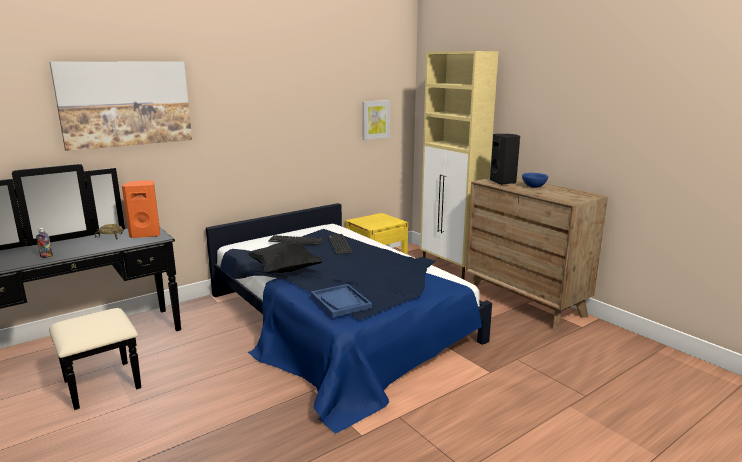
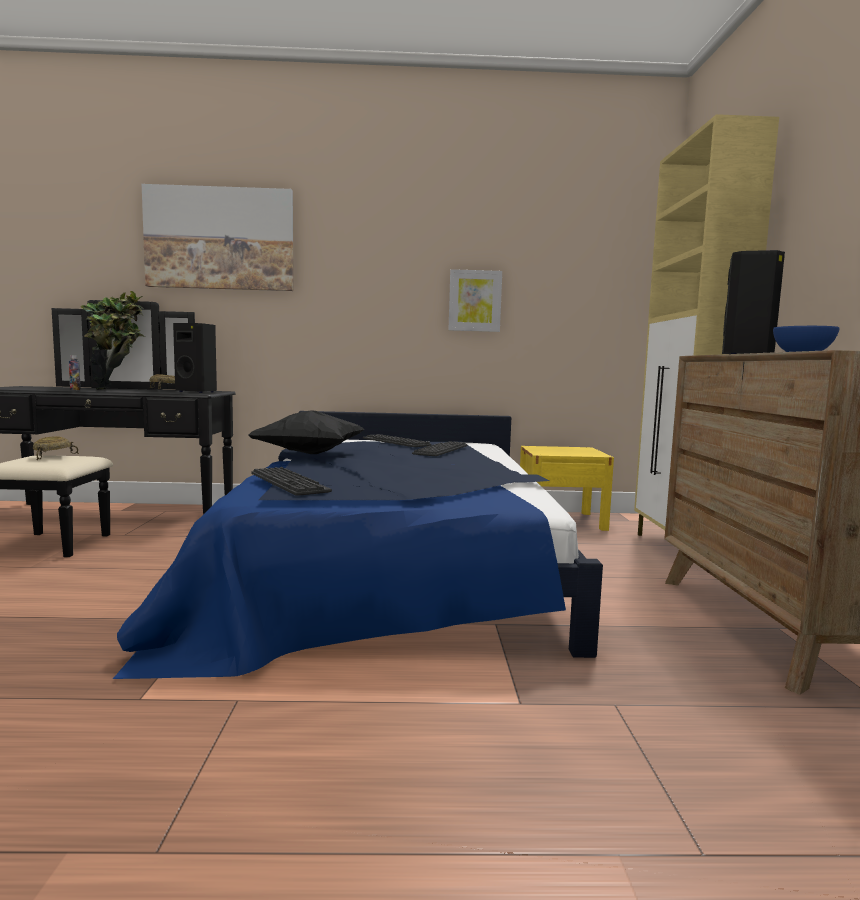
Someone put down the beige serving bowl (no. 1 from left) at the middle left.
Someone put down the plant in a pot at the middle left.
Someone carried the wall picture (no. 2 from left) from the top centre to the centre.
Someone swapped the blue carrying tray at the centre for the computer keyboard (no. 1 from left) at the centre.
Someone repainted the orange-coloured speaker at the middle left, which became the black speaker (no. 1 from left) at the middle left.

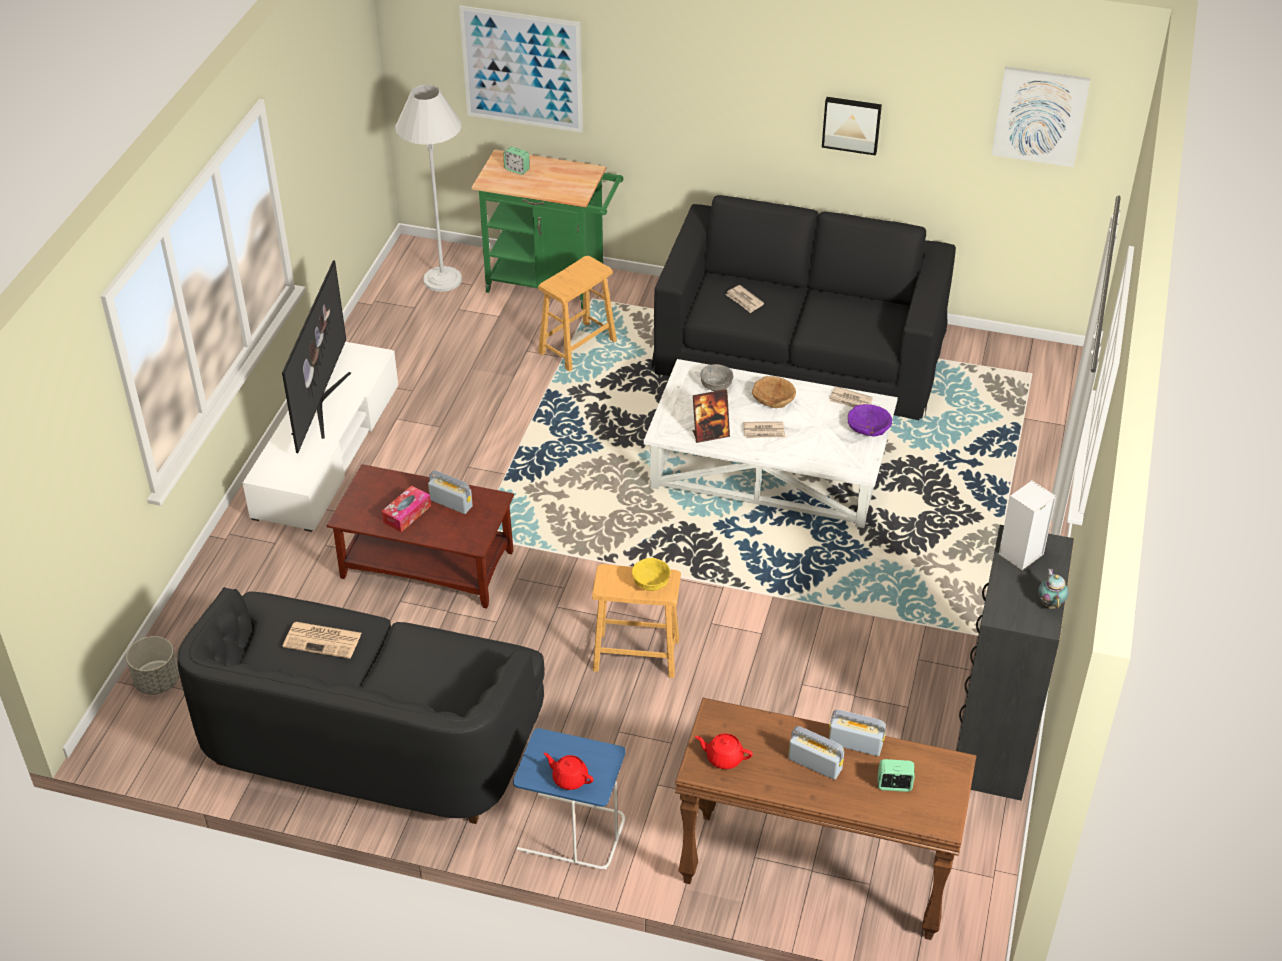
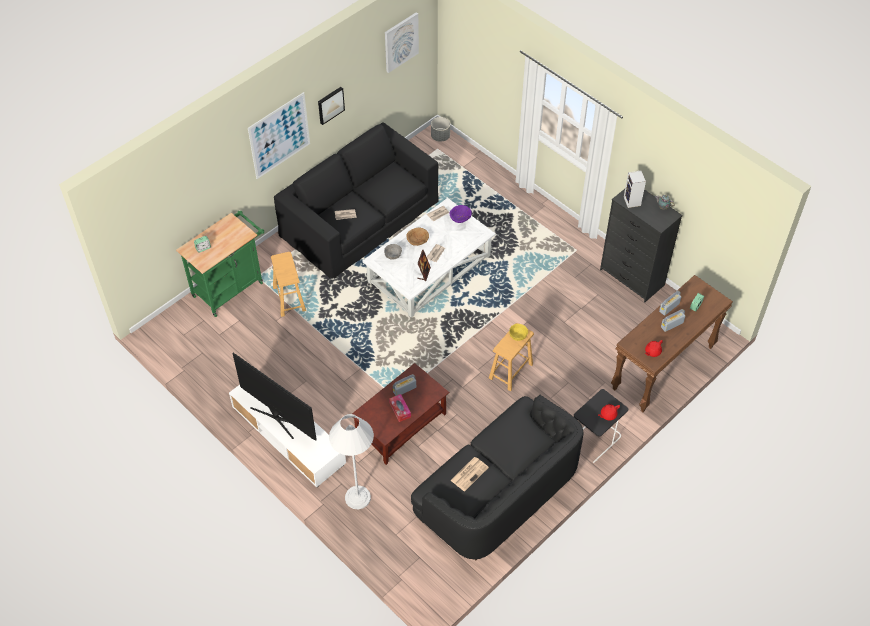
Someone carried the grey plant pot from the bottom left to the top centre.
Someone carried the white floor lamp from the top centre to the bottom centre.
Someone carried the wall picture (no. 1 from left) from the top centre to the top left.
Someone repainted the blue side table at the bottom centre, which became the black side table at the bottom right.

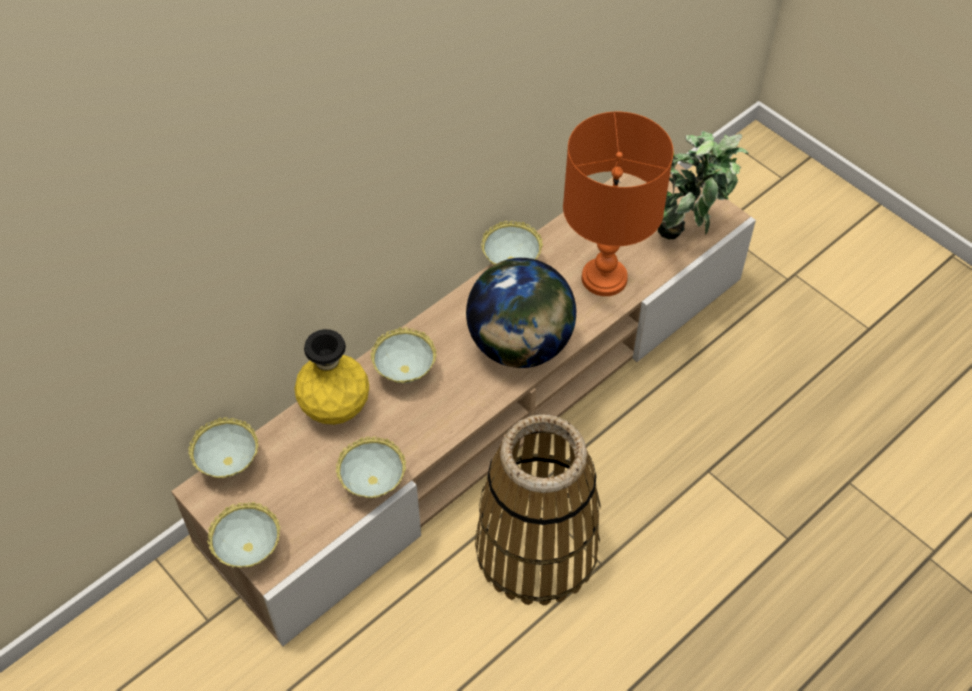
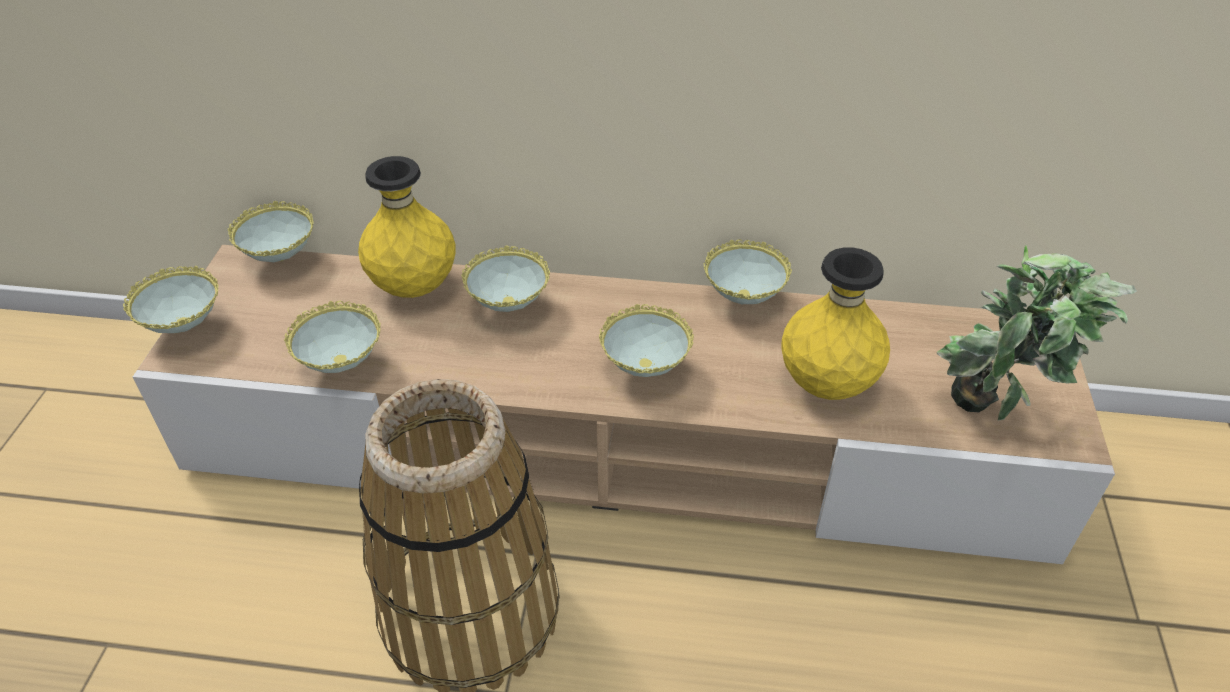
Someone swapped the world globe at the centre for the serving bowl (no. 5 from left) at the centre.
Someone swapped the orange-coloured tabletop lamp at the top centre for the yellowish flower vase (no. 2 from left) at the middle right.

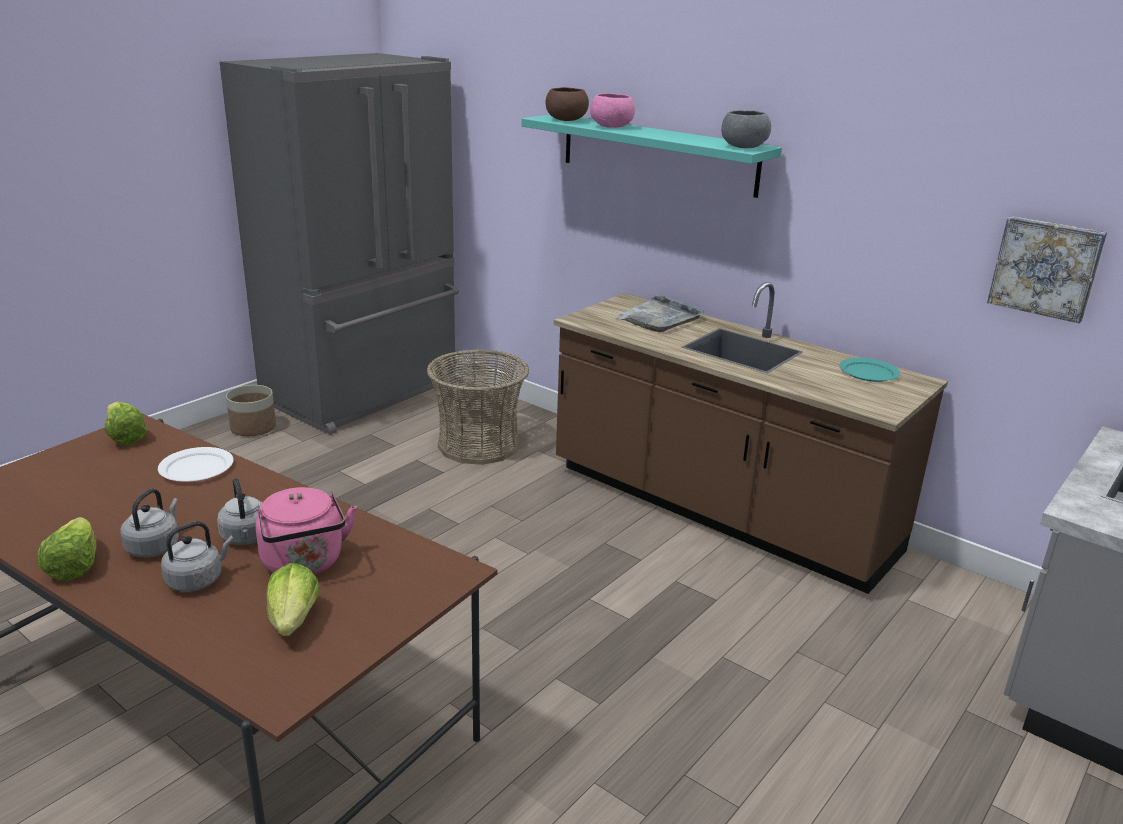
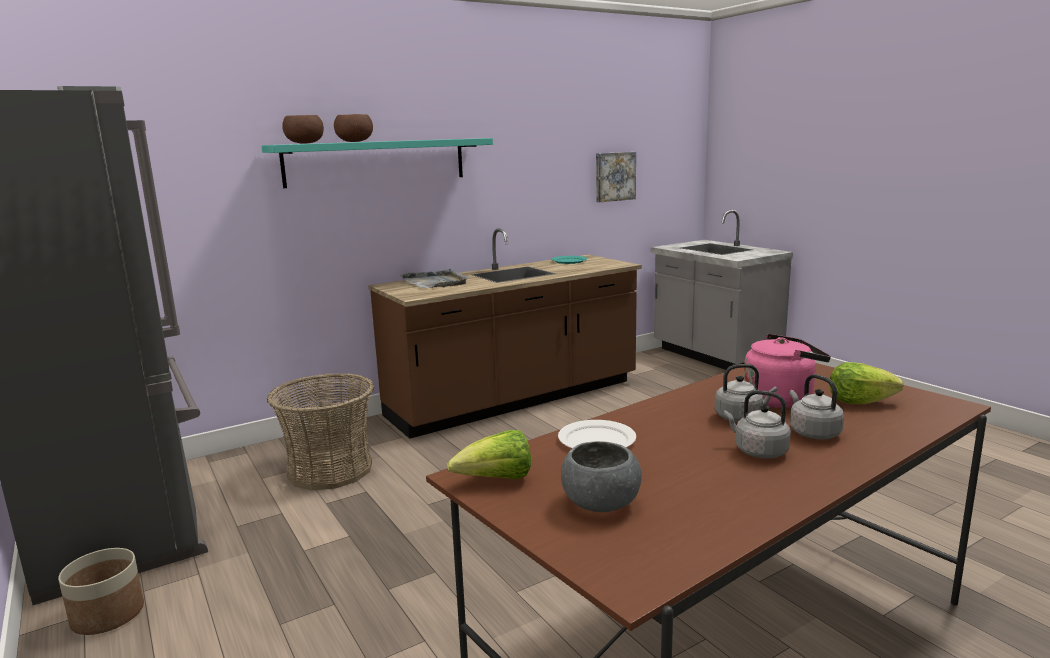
Someone took away the lettuce head (no. 1 from left) at the middle left.
Someone carried the grey serving bowl from the top centre to the bottom centre.
Someone repainted the pink-coloured serving bowl at the top centre, which became the brownish serving bowl (no. 2 from left) at the top centre.

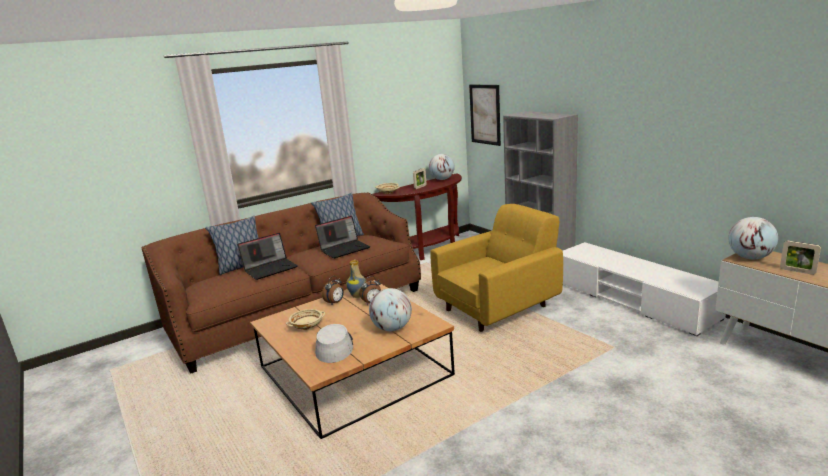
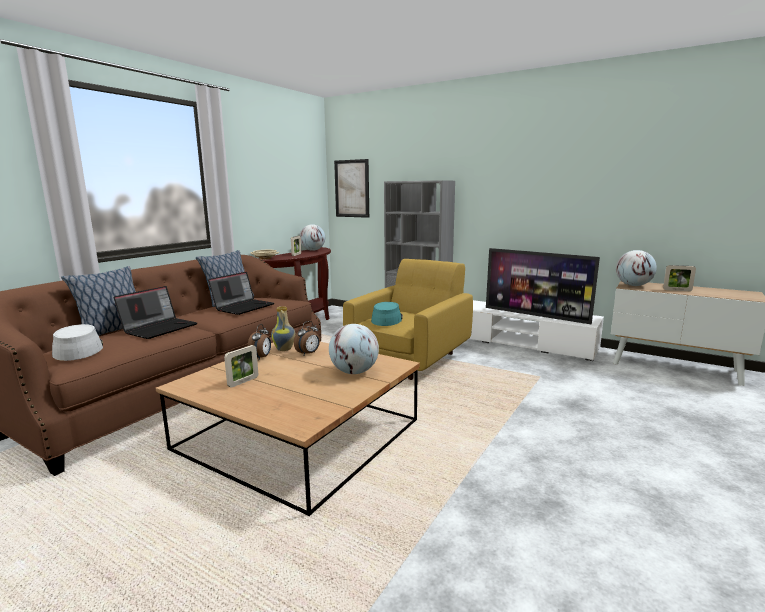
Someone put down the turquoise-coloured hat at the centre.
Someone put down the TV at the middle right.
Someone carried the grey hat from the bottom centre to the middle left.
Someone swapped the beige serving bowl (no. 1 from left) at the bottom centre for the picture frame (no. 1 from left) at the middle left.

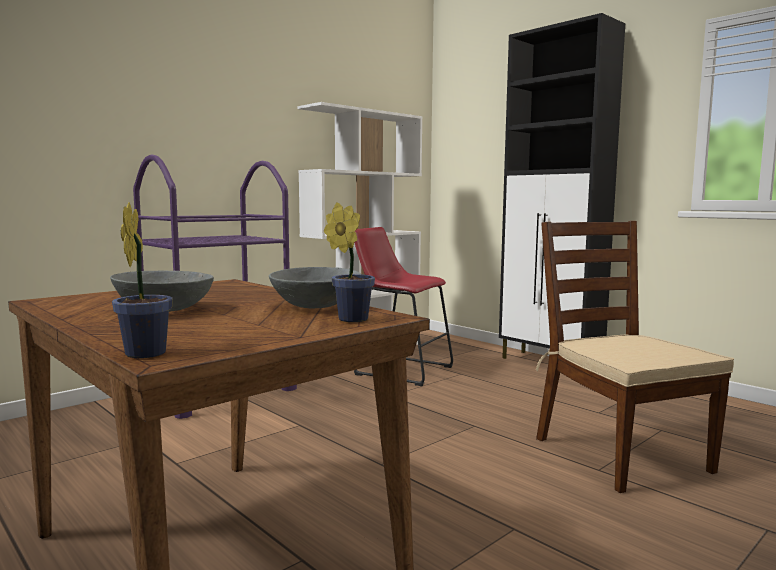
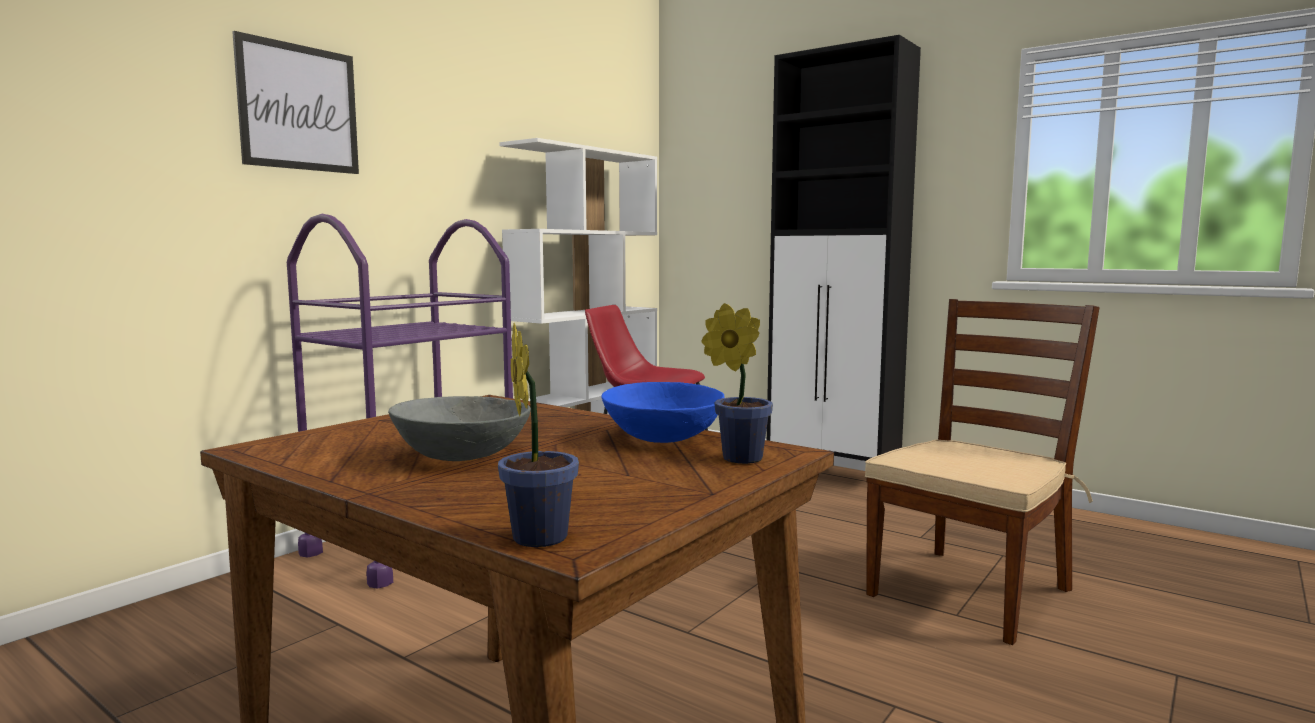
Someone put up the wall picture at the top left.
Someone repainted the grey serving bowl (no. 2 from left) at the centre, which became the blue serving bowl at the centre.
Someone rotated the brownish upright chair at the middle right by 75 degrees clockwise.

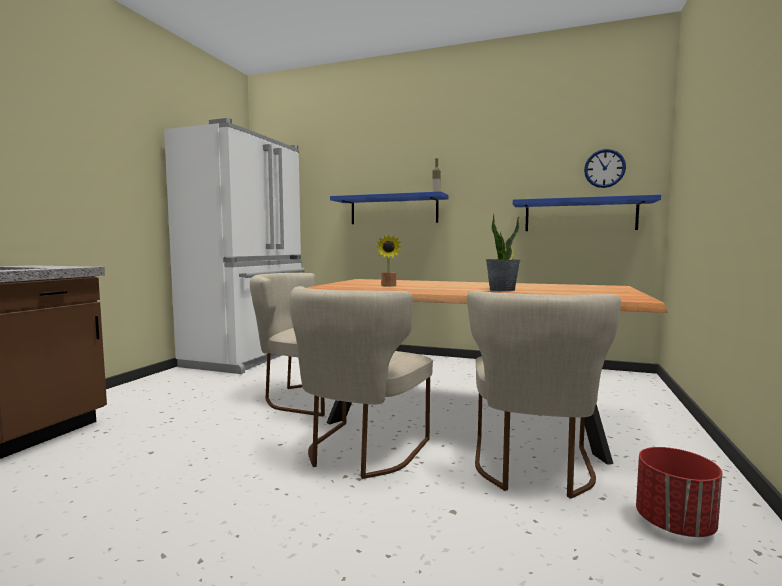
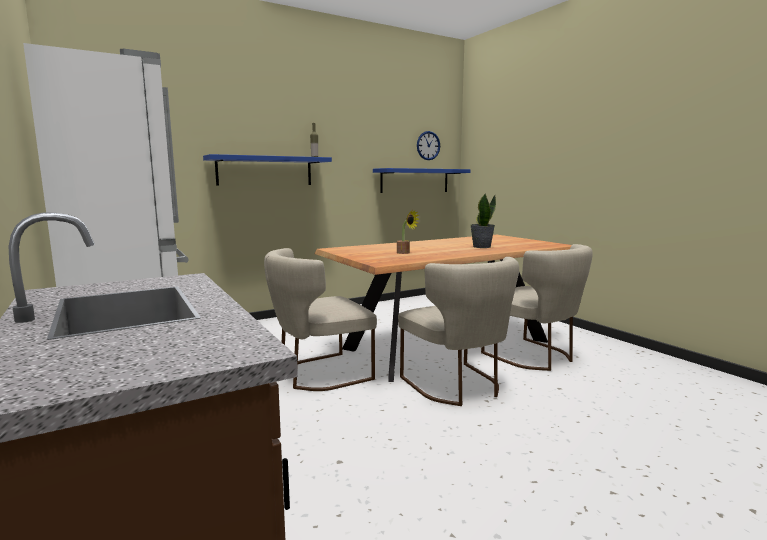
Someone took away the red-coloured plant pot at the bottom right.

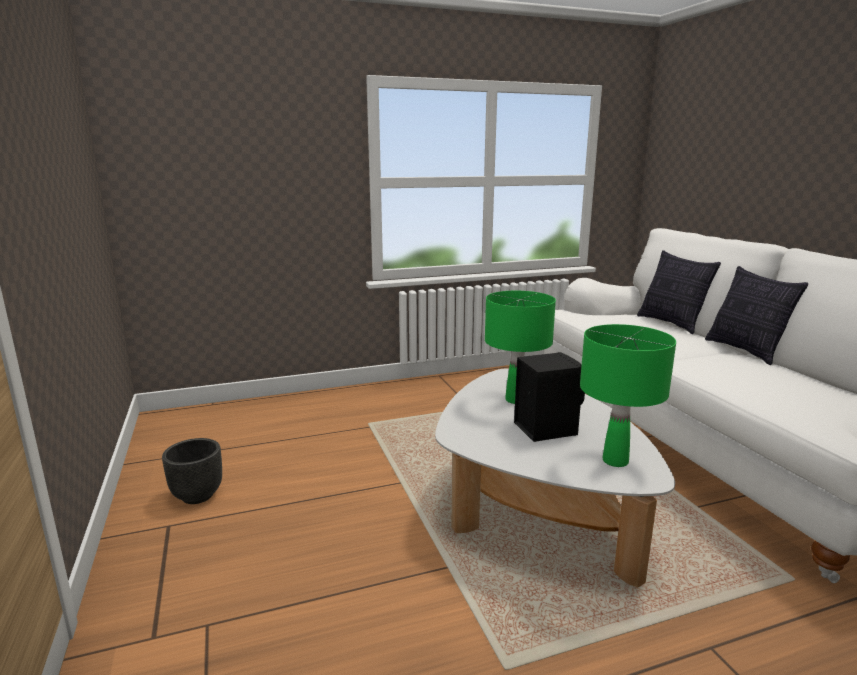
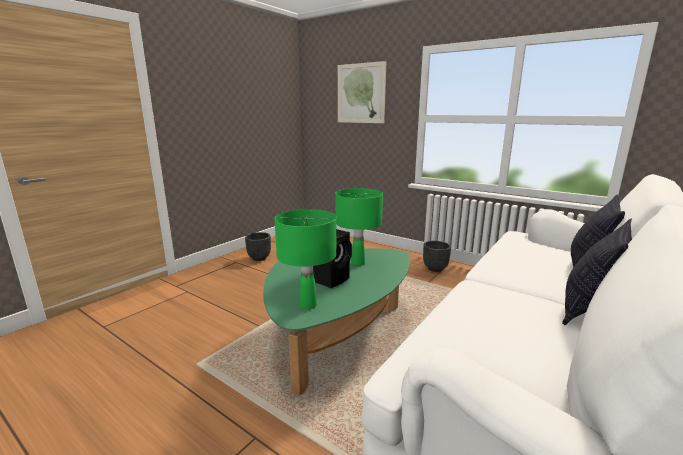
Someone put up the wall picture at the top centre.
Someone put down the black plant pot (no. 2 from left) at the centre.
Someone repainted the white lounge table at the bottom centre, which became the green-coloured lounge table at the bottom centre.

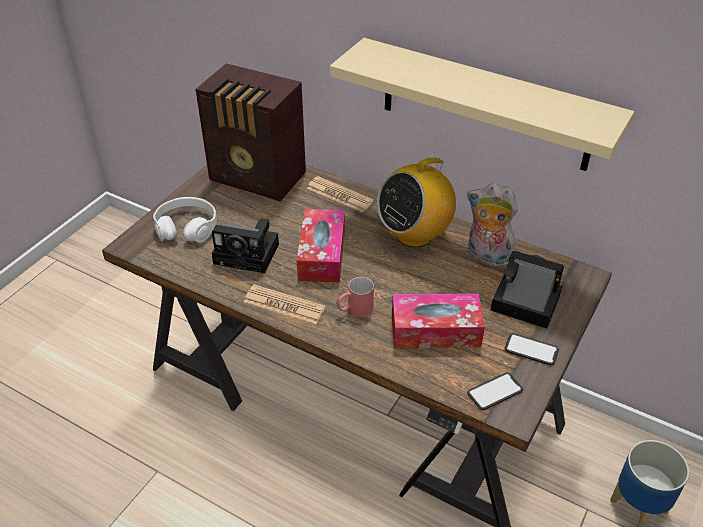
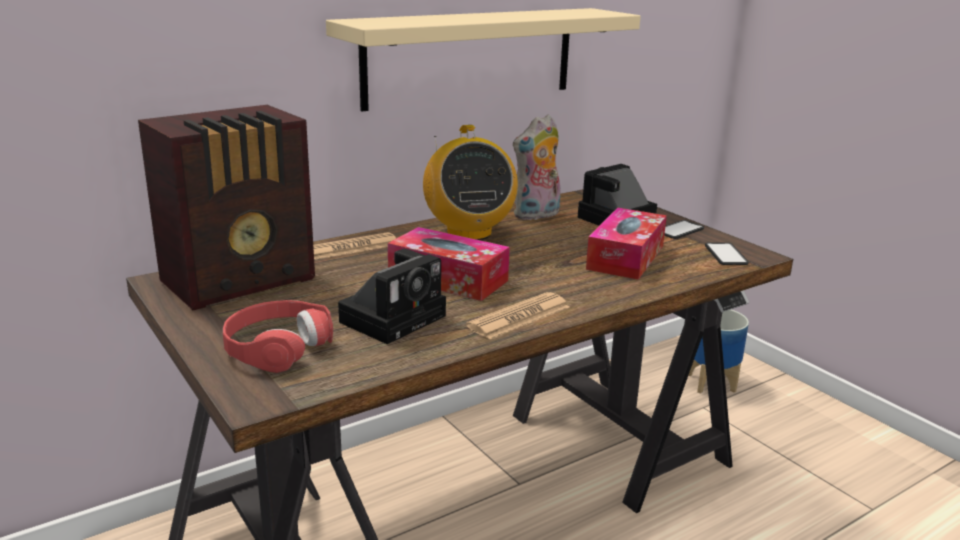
Someone took away the red-coloured mug at the centre.
Someone repainted the white headset at the middle left, which became the red-coloured headset at the middle left.

